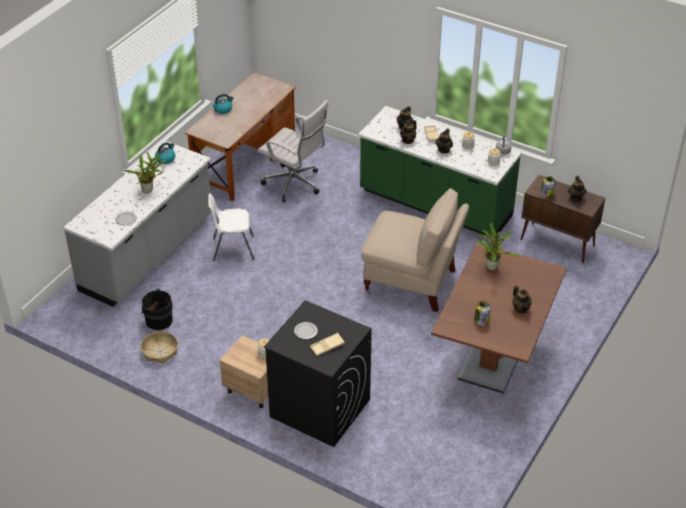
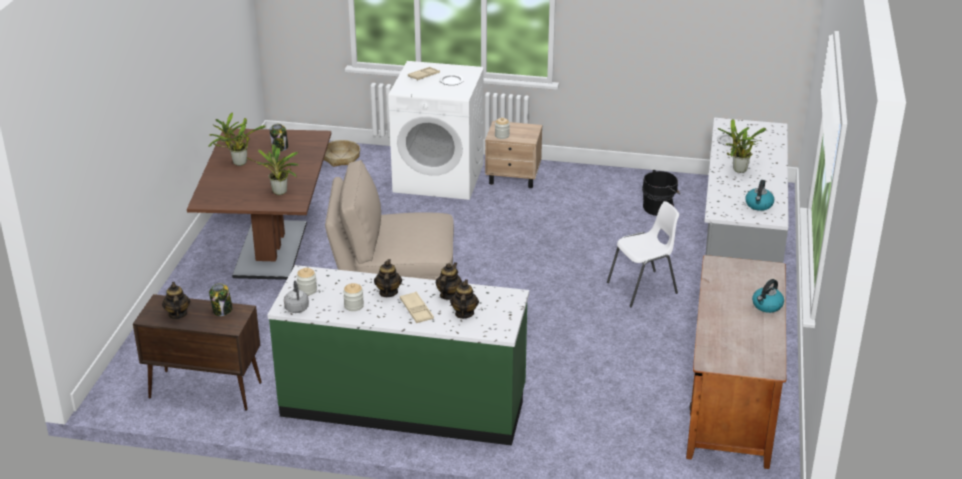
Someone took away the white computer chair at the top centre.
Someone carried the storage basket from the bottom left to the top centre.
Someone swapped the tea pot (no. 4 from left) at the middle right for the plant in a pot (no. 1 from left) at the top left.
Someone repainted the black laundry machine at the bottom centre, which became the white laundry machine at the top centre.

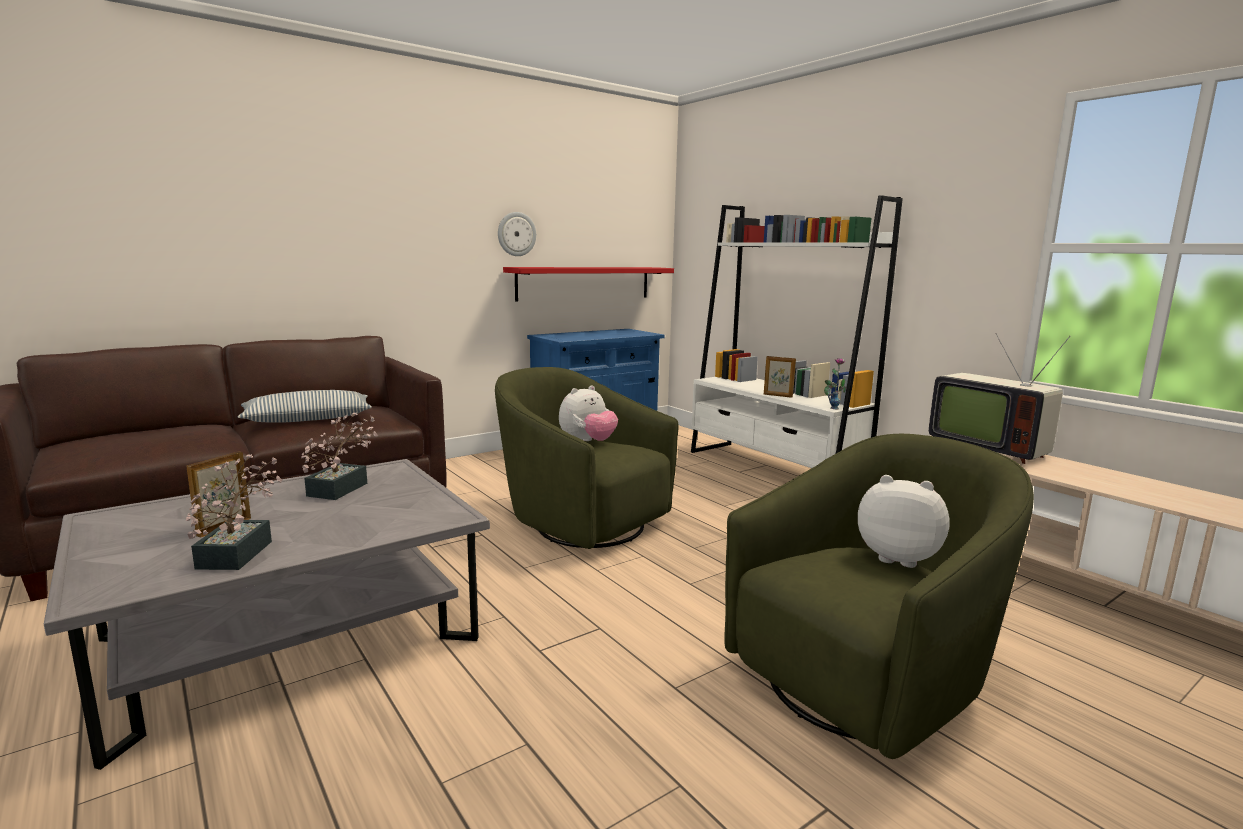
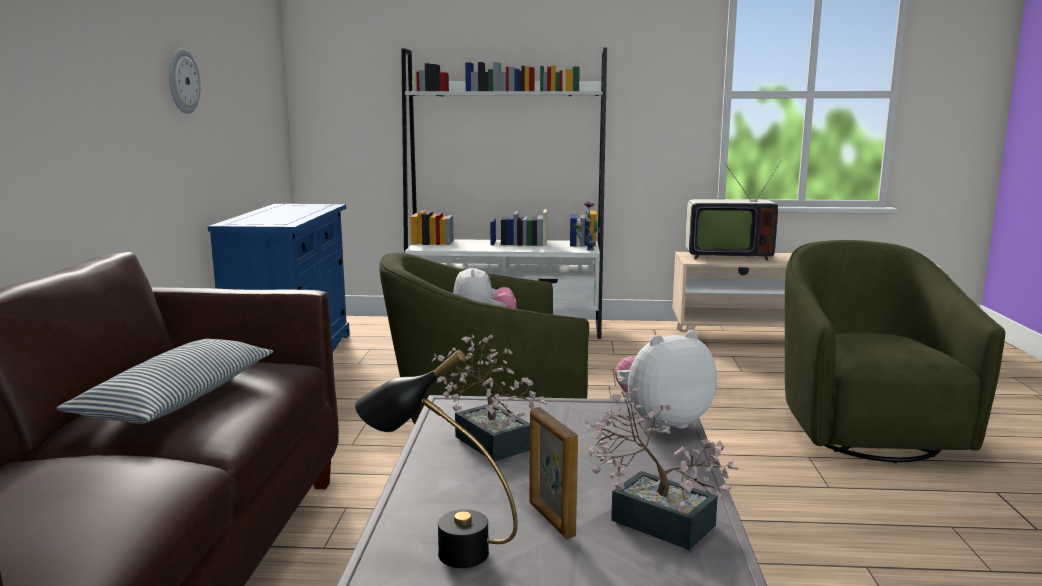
Someone took away the red-coloured bracket shelf at the centre.
Someone took away the picture frame (no. 2 from left) at the centre.
Someone put down the black tabletop lamp at the bottom centre.
Someone carried the cuddly toy (no. 2 from left) from the middle right to the centre.

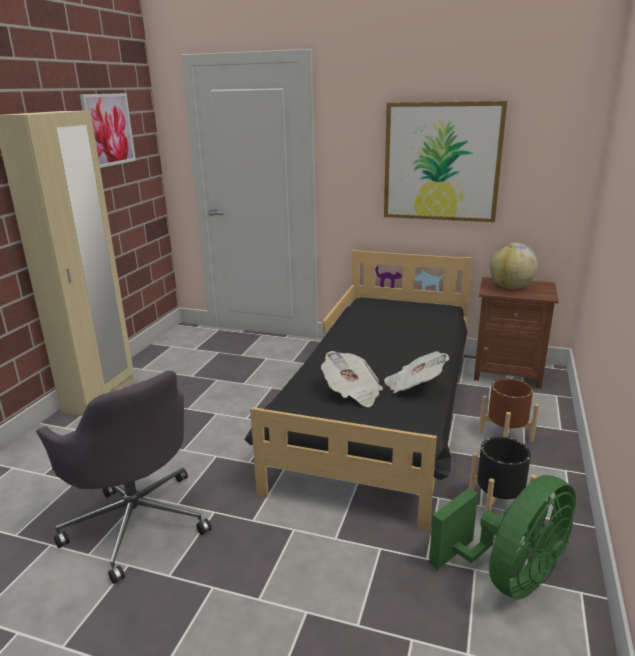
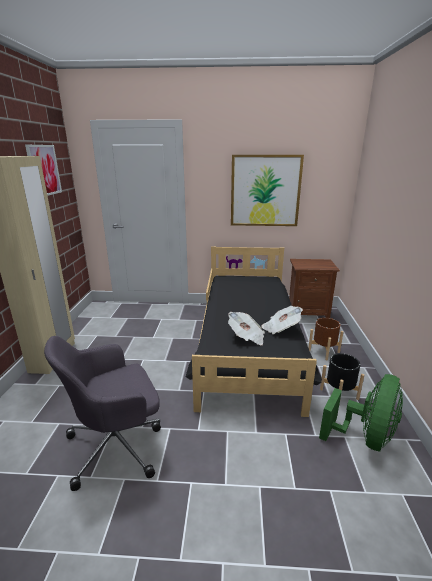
Someone took away the world globe at the middle right.
Someone rotated the grey computer chair at the bottom left by 120 degrees clockwise.

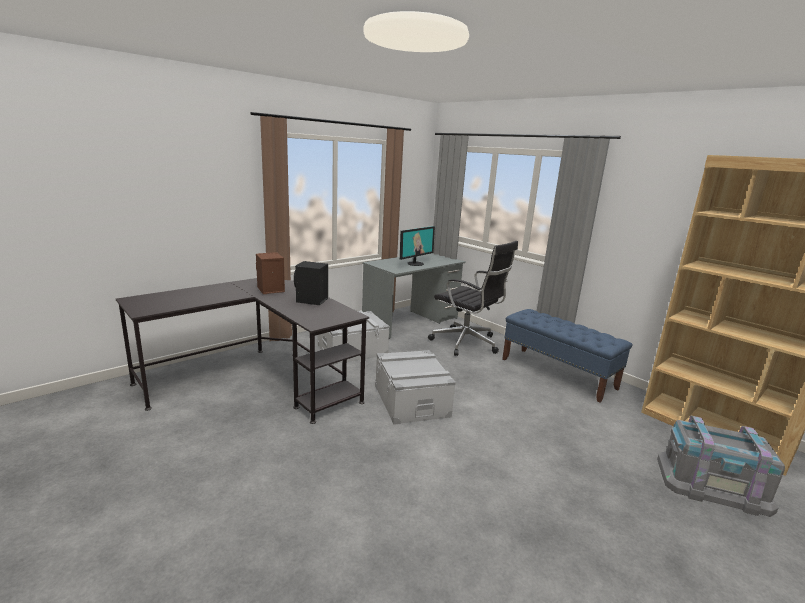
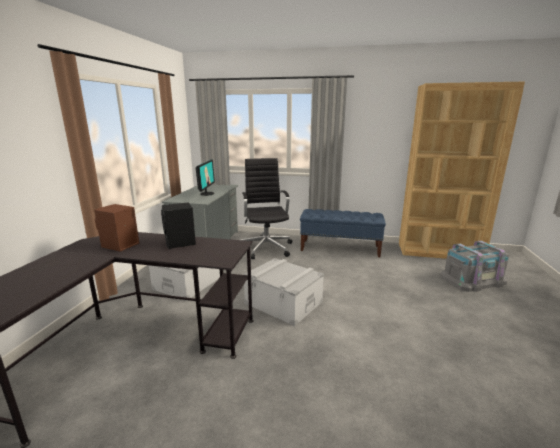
Someone rotated the black computer chair at the centre by 105 degrees counterclockwise.

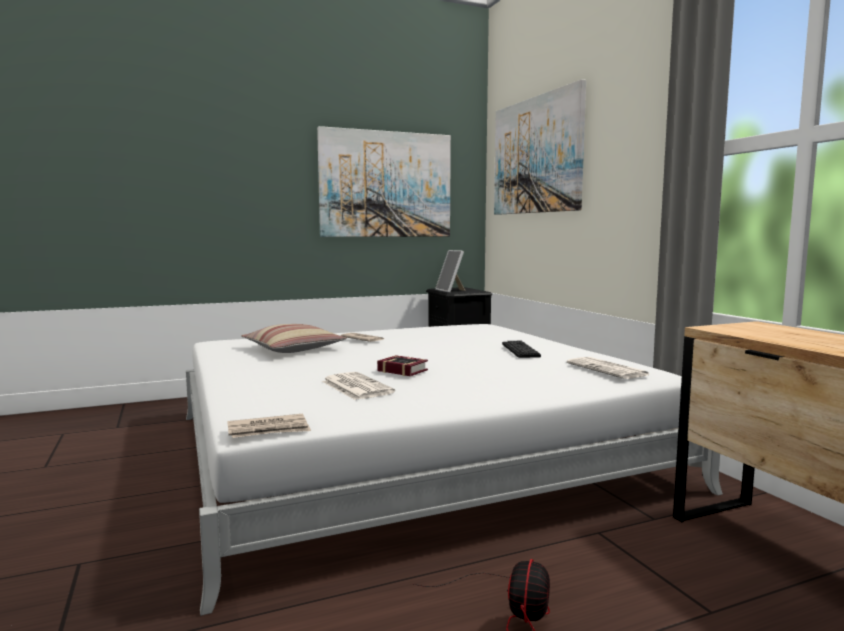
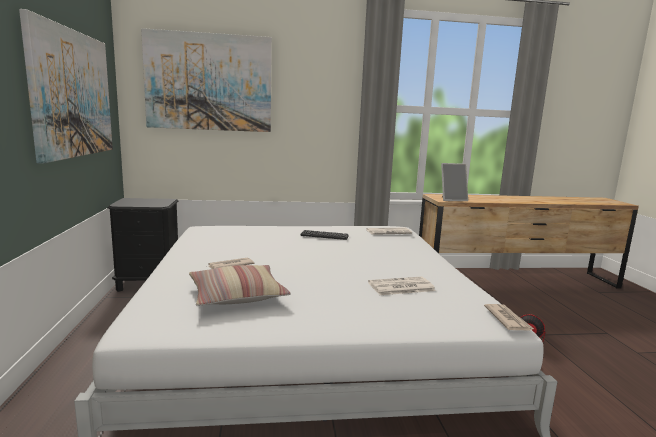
Someone took away the book at the centre.
Someone carried the picture frame from the centre to the middle right.

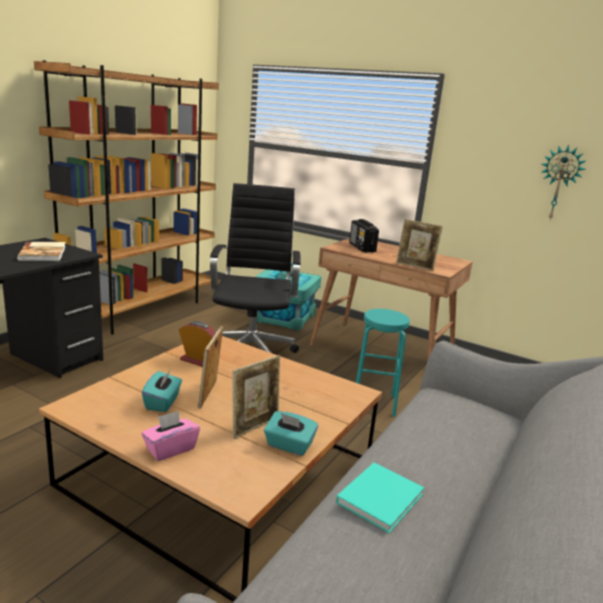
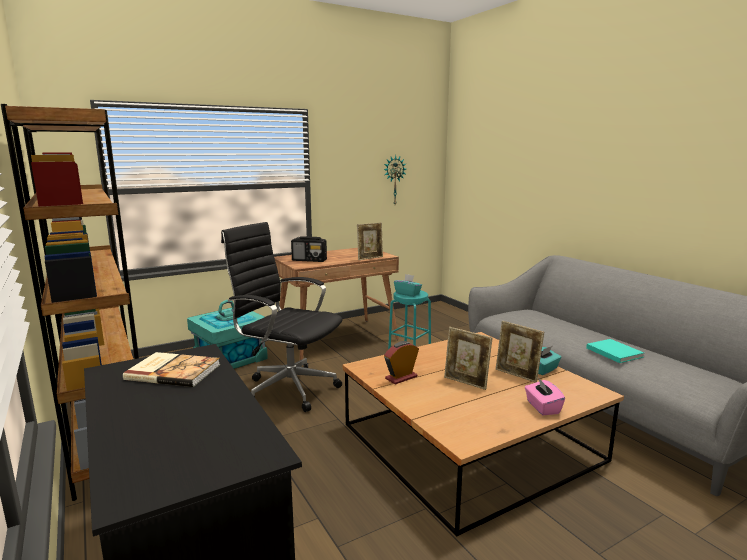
Someone carried the turquoise-coloured tissue box (no. 1 from left) from the middle left to the centre.
Someone rotated the picture frame (no. 2 from left in the first image) at the centre by 150 degrees clockwise.

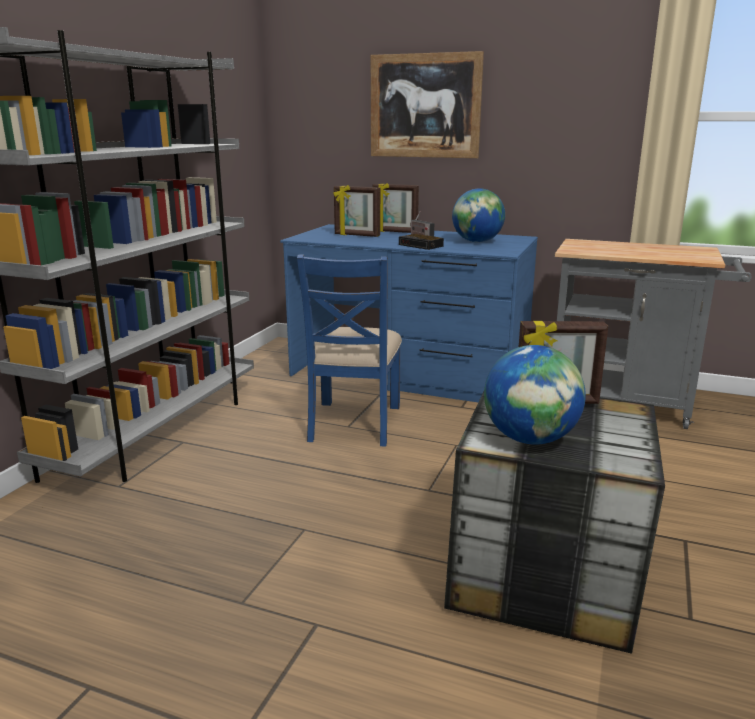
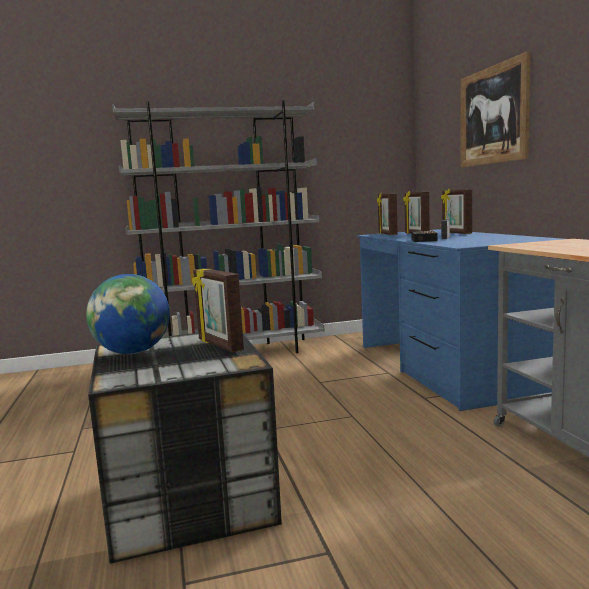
Someone took away the blue upright chair at the centre.
Someone took away the world globe (no. 1 from left) at the top centre.
Someone put down the picture frame (no. 2 from left) at the centre.

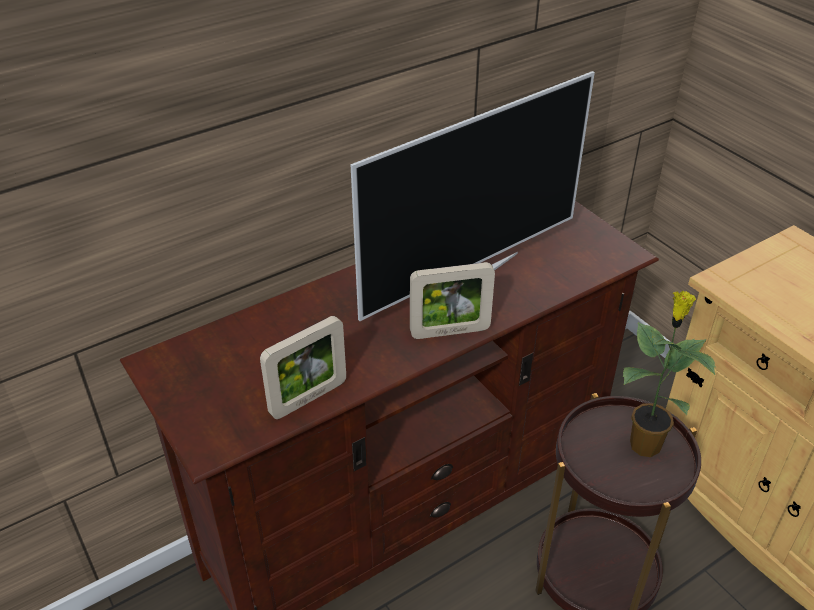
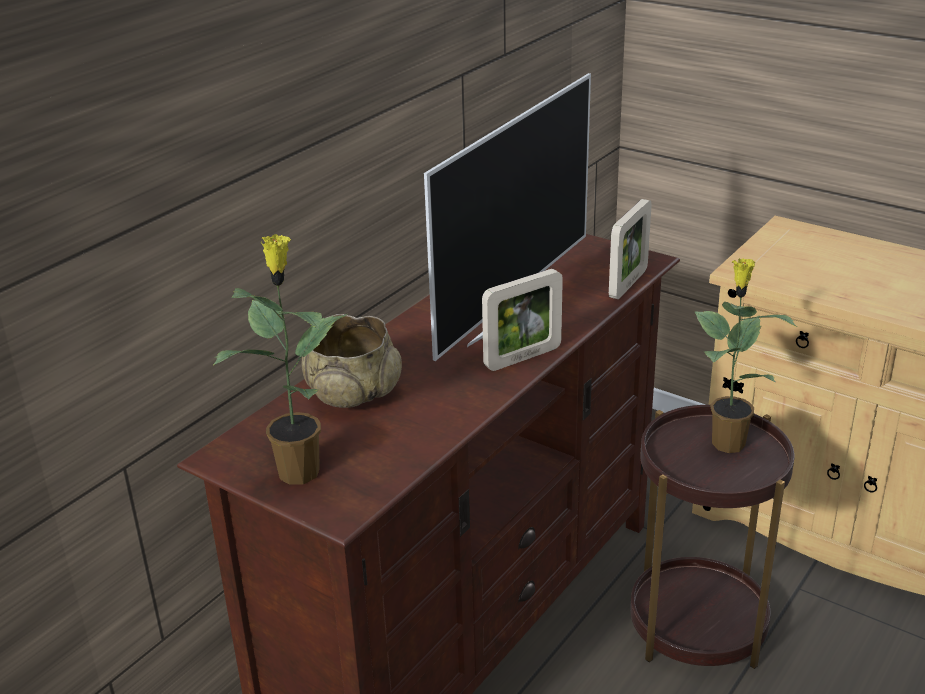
Someone put down the plant in a pot (no. 1 from left) at the middle left.
Someone put down the beige serving bowl at the centre.
Someone carried the picture frame (no. 1 from left in the first image) from the centre to the middle right.

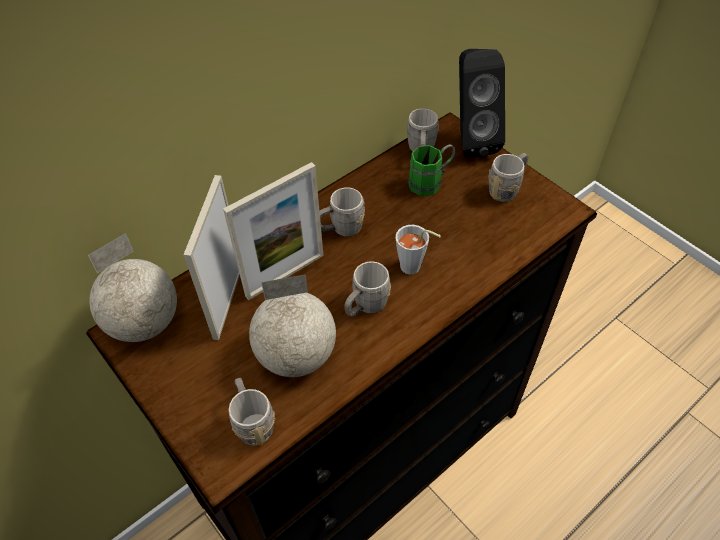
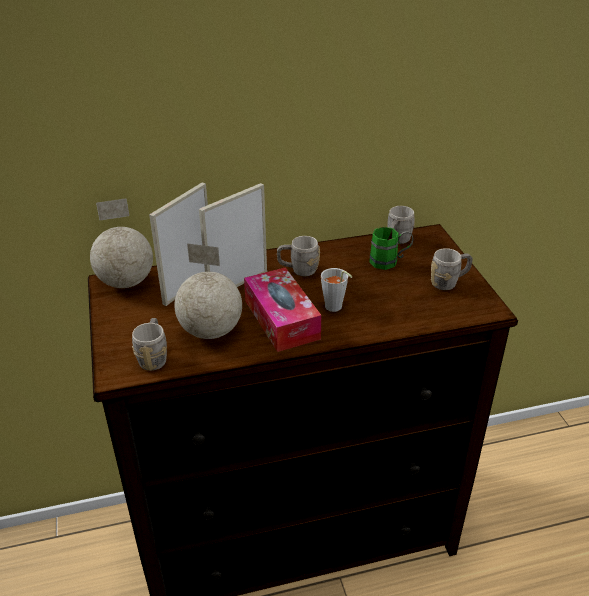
Someone took away the black speaker at the top right.
Someone swapped the grey mug (no. 3 from left) at the centre for the tissue box at the centre.
Someone rotated the picture frame (no. 2 from left) at the centre by 150 degrees clockwise.

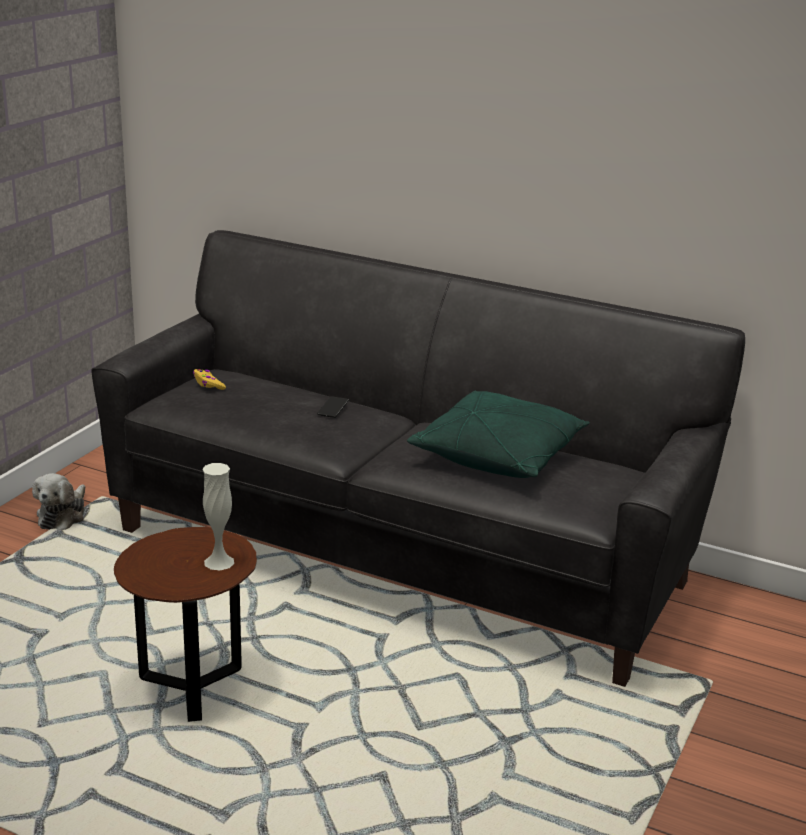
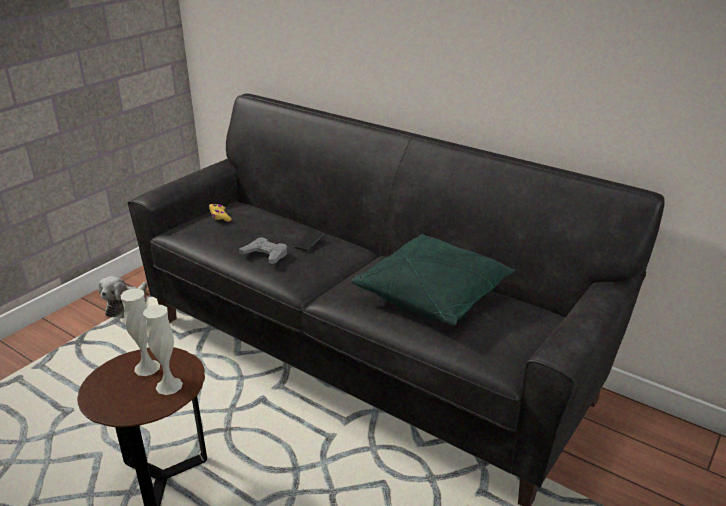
Someone put down the white flower vase (no. 1 from left) at the middle left.
Someone put down the grey gamepad at the centre.

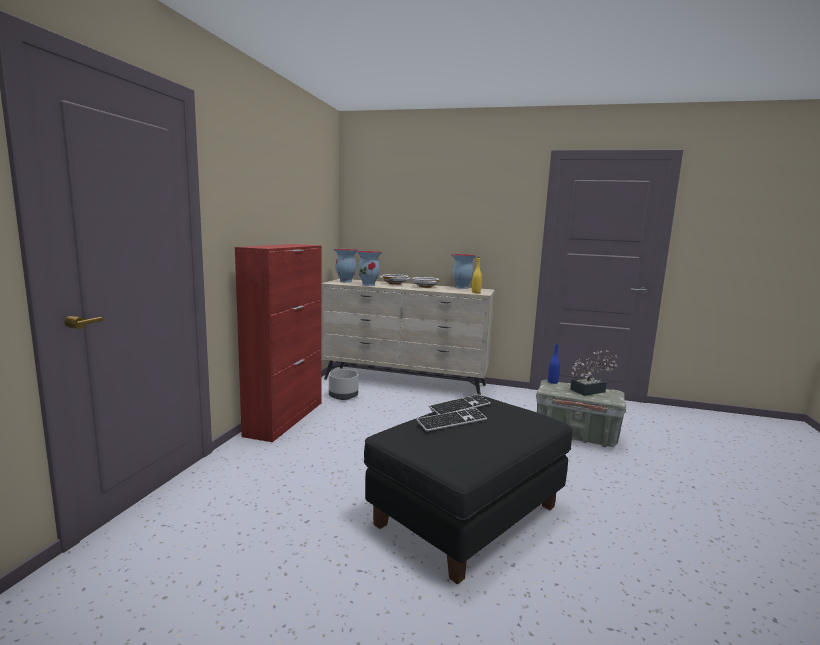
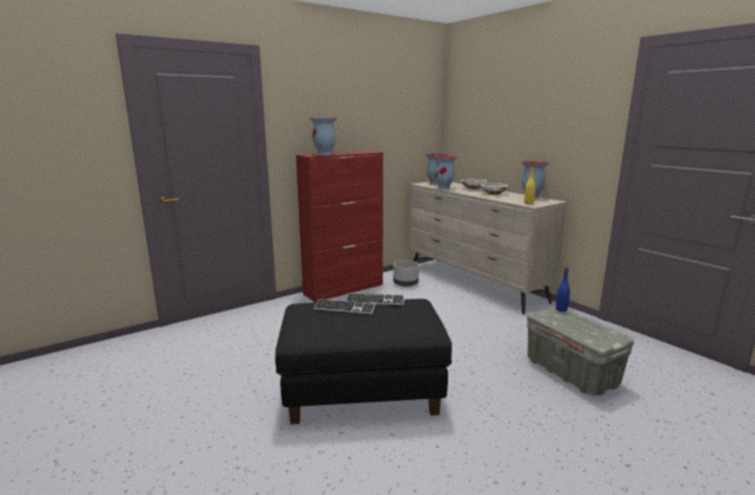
Someone took away the plant in a pot at the middle right.
Someone put down the flower vase (no. 1 from left) at the top centre.

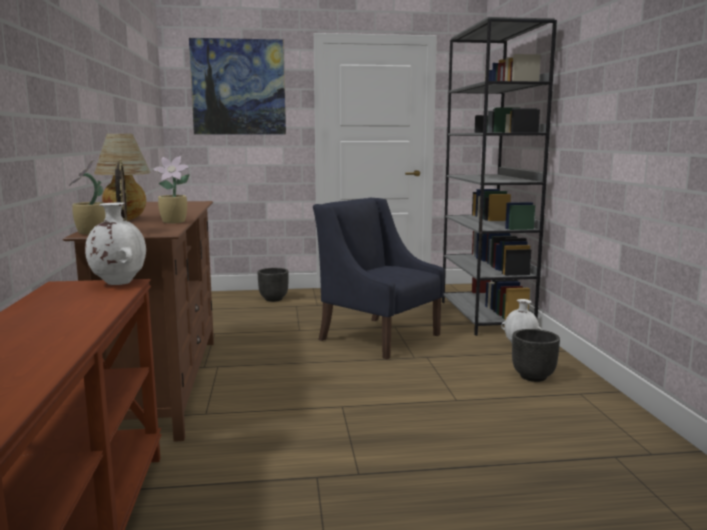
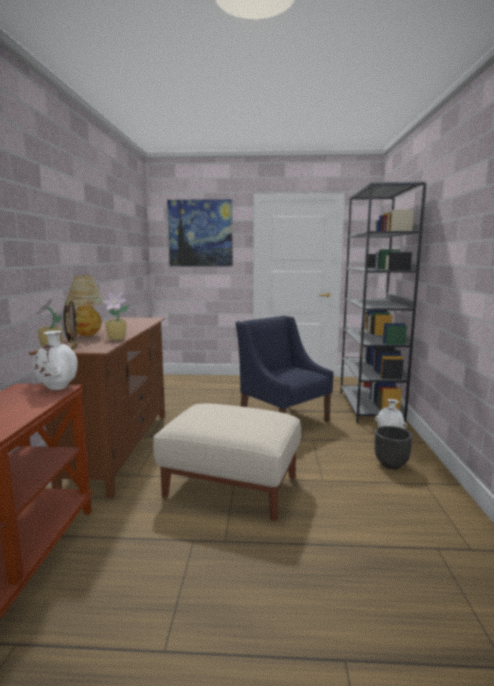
Someone took away the black plant pot (no. 1 from left) at the centre.
Someone put down the beige ottoman at the bottom centre.

